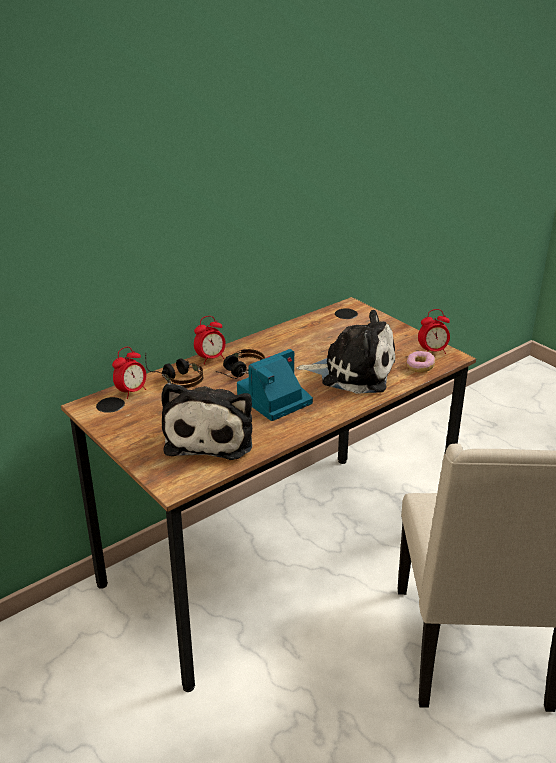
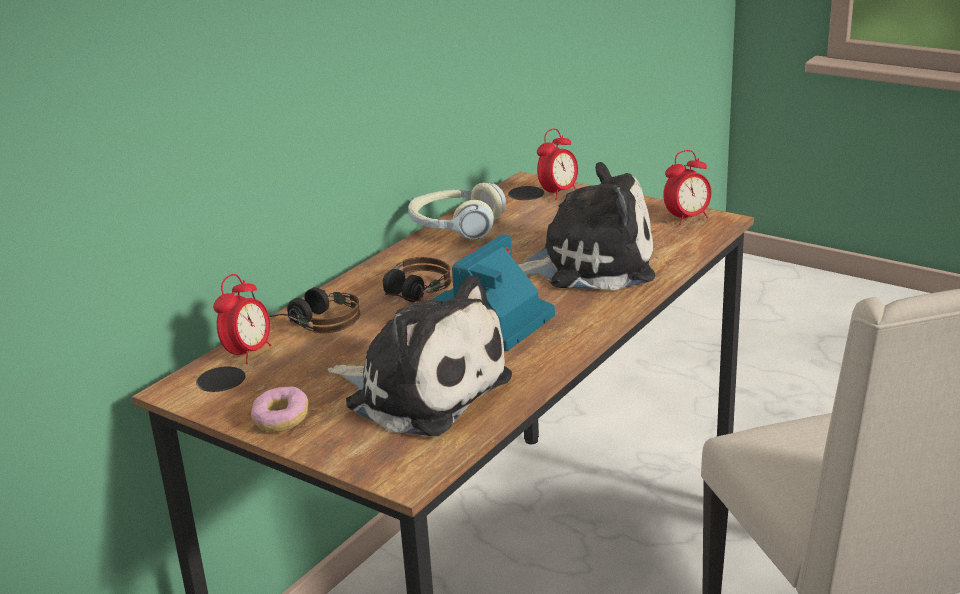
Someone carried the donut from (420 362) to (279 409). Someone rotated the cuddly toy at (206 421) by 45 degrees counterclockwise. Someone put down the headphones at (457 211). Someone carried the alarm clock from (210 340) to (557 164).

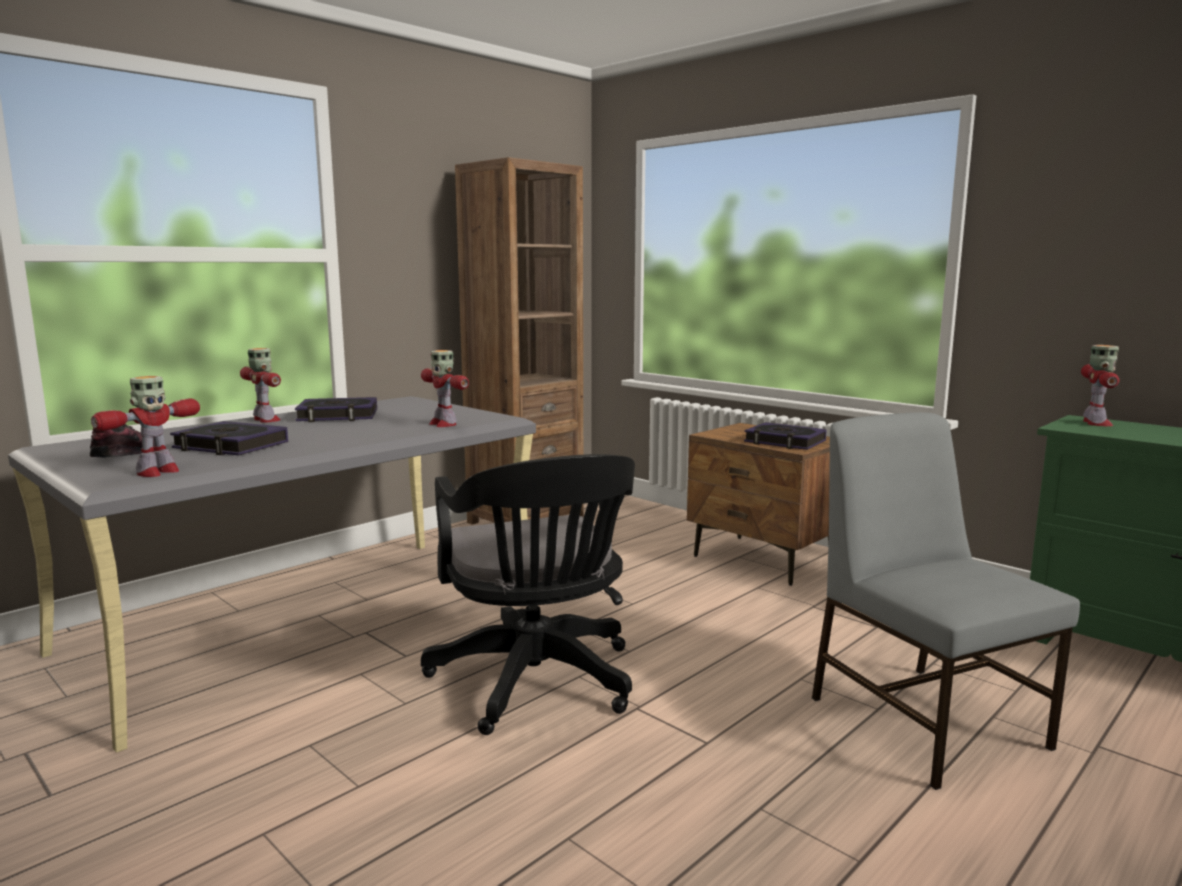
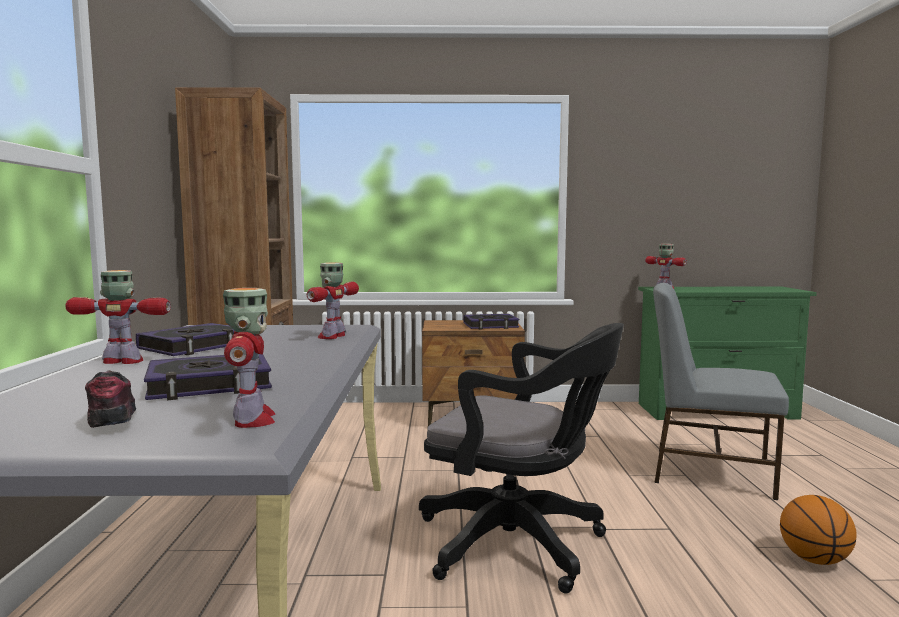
Someone rotated the model robot at (445 388) by 105 degrees clockwise. Someone put down the basketball at (818 530).

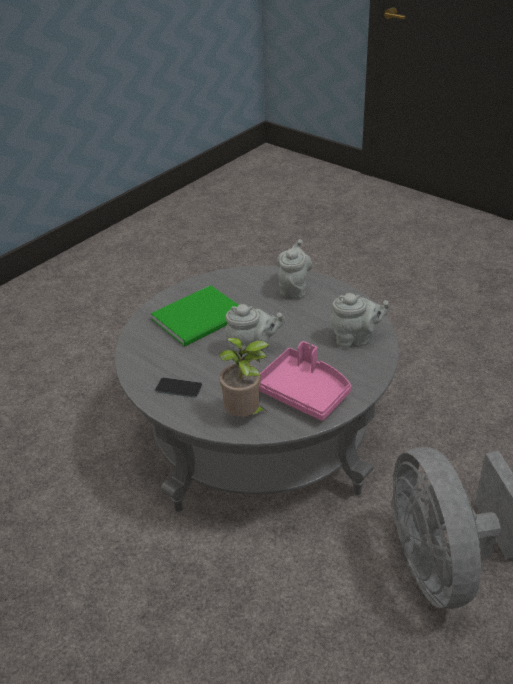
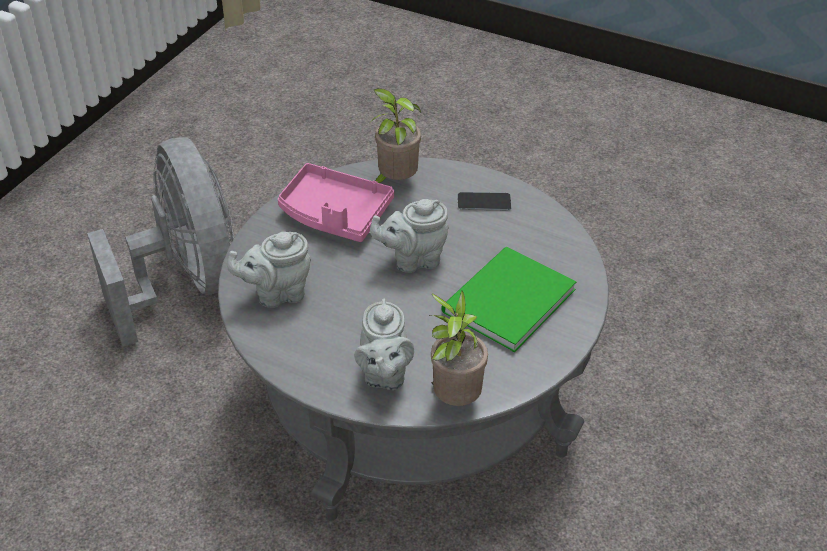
Someone put down the potted plant at (458 348).

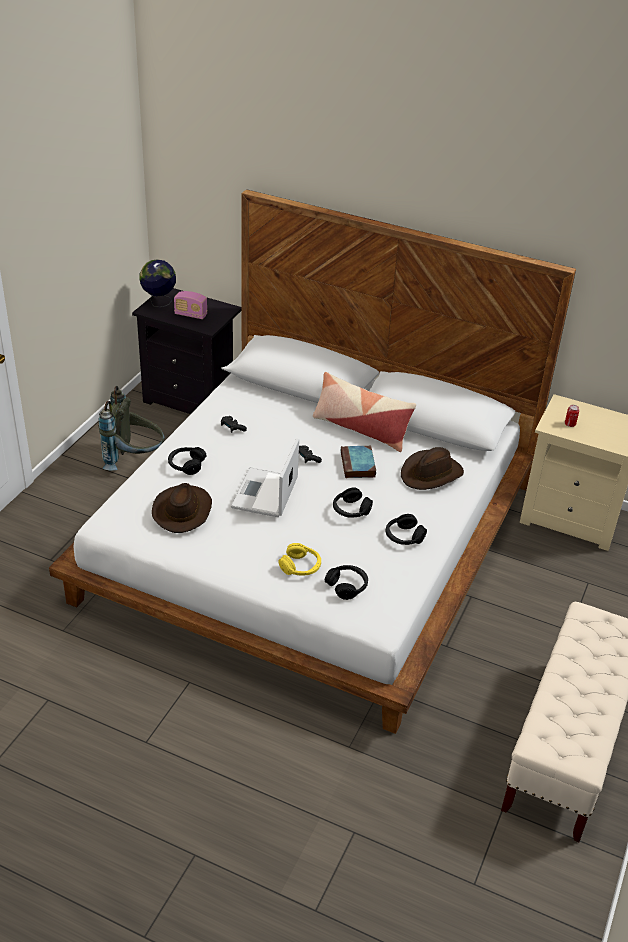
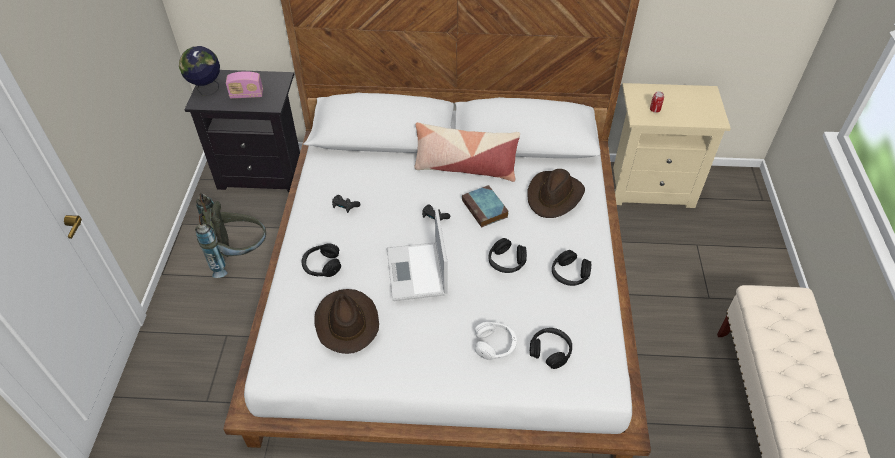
Someone repainted the headphones/yellow-coloured at (299 559), which became the headphones/whitish at (496 341).

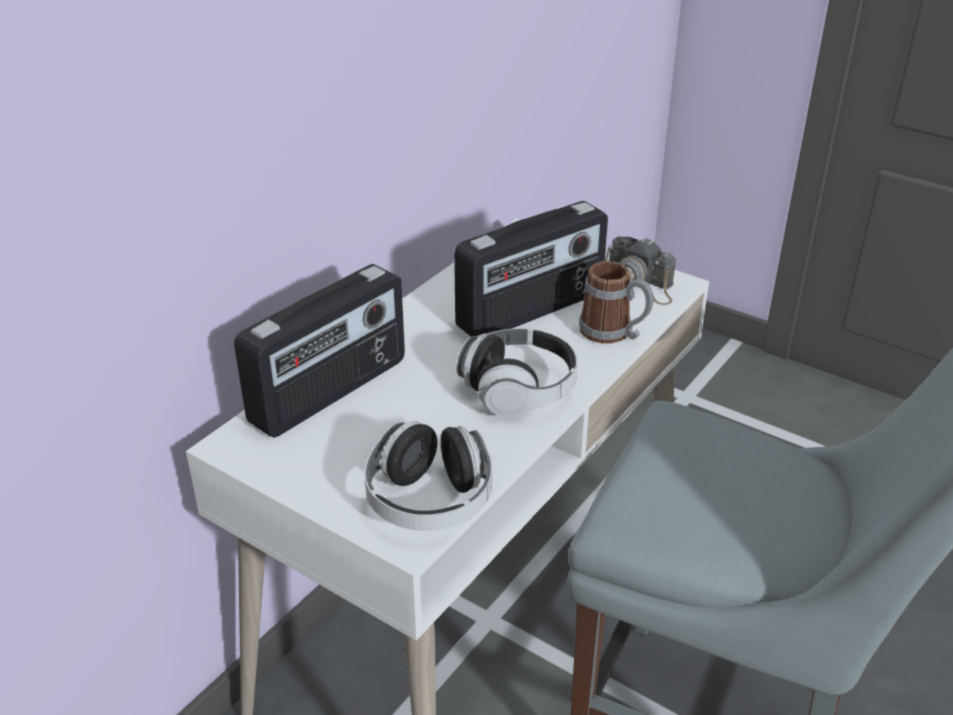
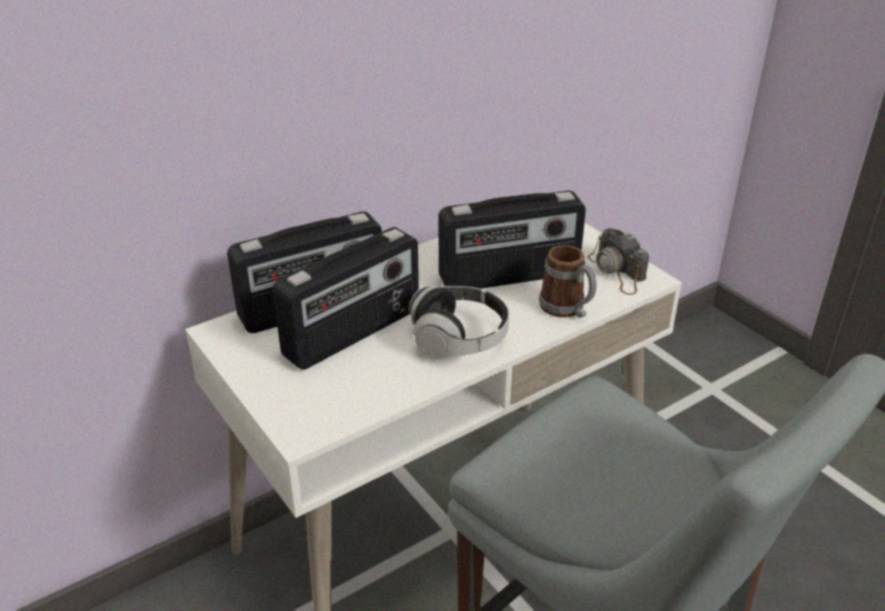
Someone put down the radio at (346 298). Someone took away the headphones at (428 476).

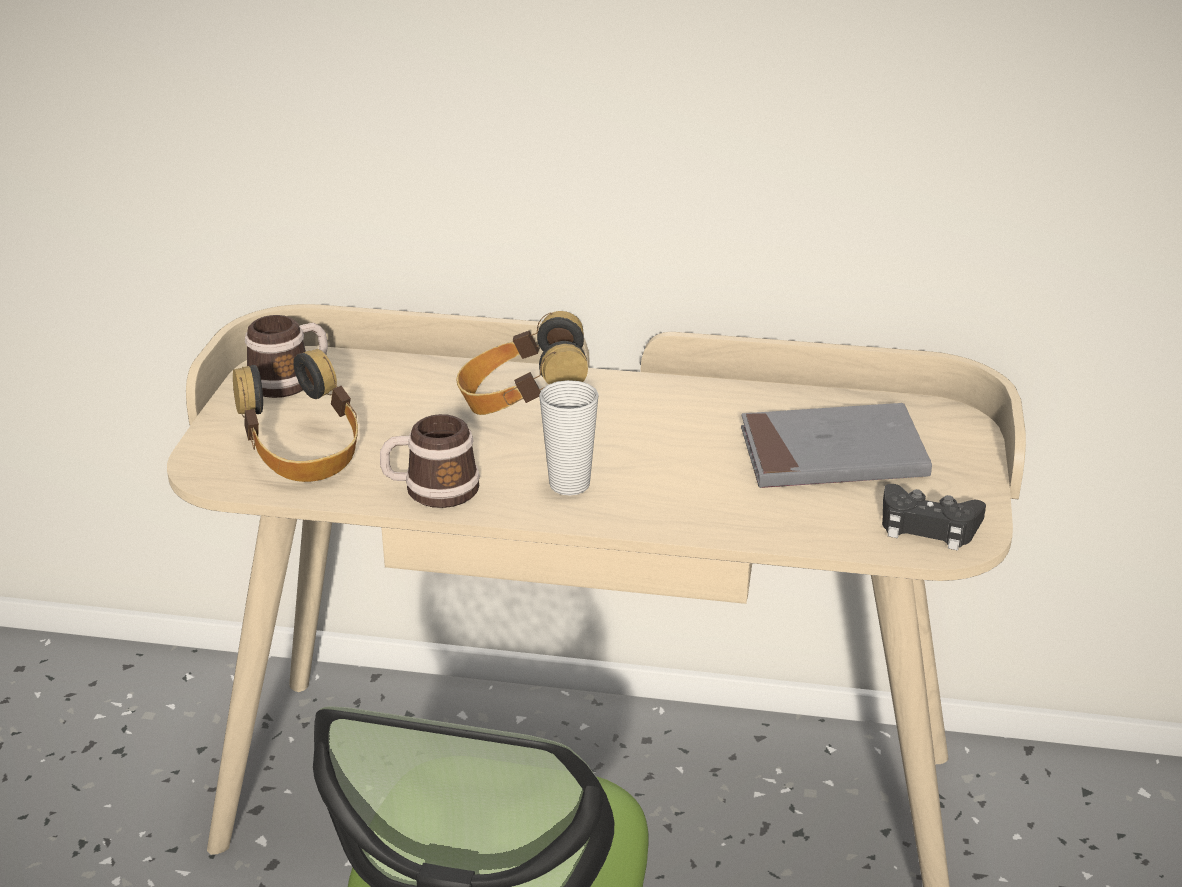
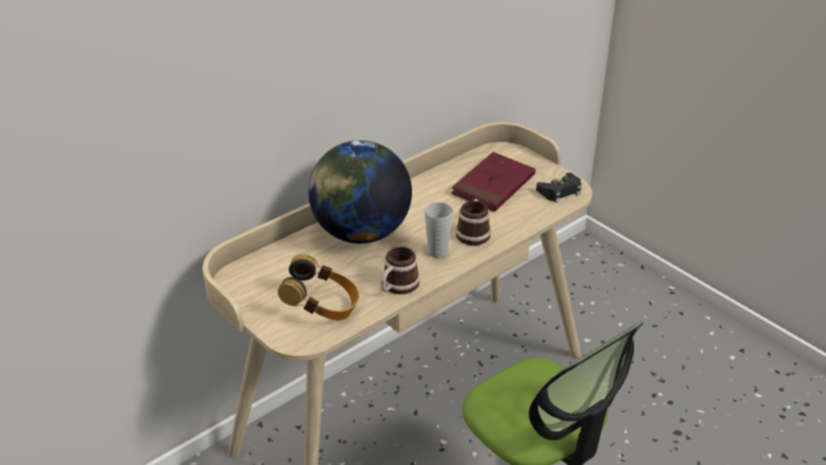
Someone swapped the headphones at (522 363) for the desk globe at (360 192). Someone repainted the bound book/greyish at (836 445), which became the bound book/reddish at (493 182). Someone carried the mug from (286 356) to (473 222).

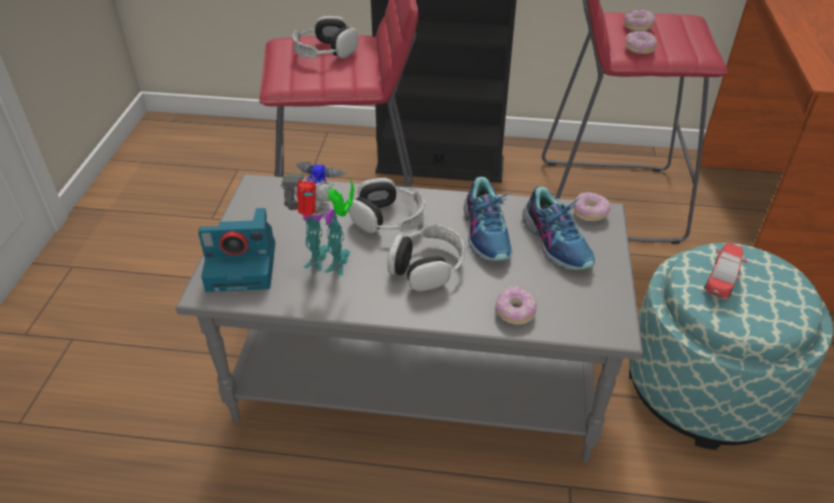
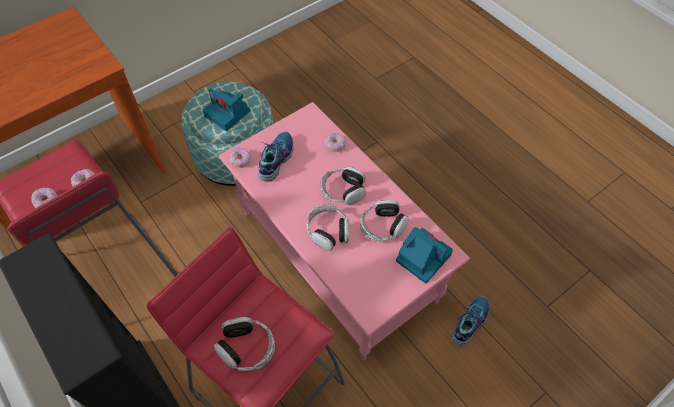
Someone swapped the toy car at (726 271) for the photo camera at (226 109). Someone repainted the low table/greyish at (409 318), which became the low table/pink at (344 231). Someone swapped the model robot at (317 218) for the headphones at (385 221). Someone carried the low shoe from (487 218) to (470 321).

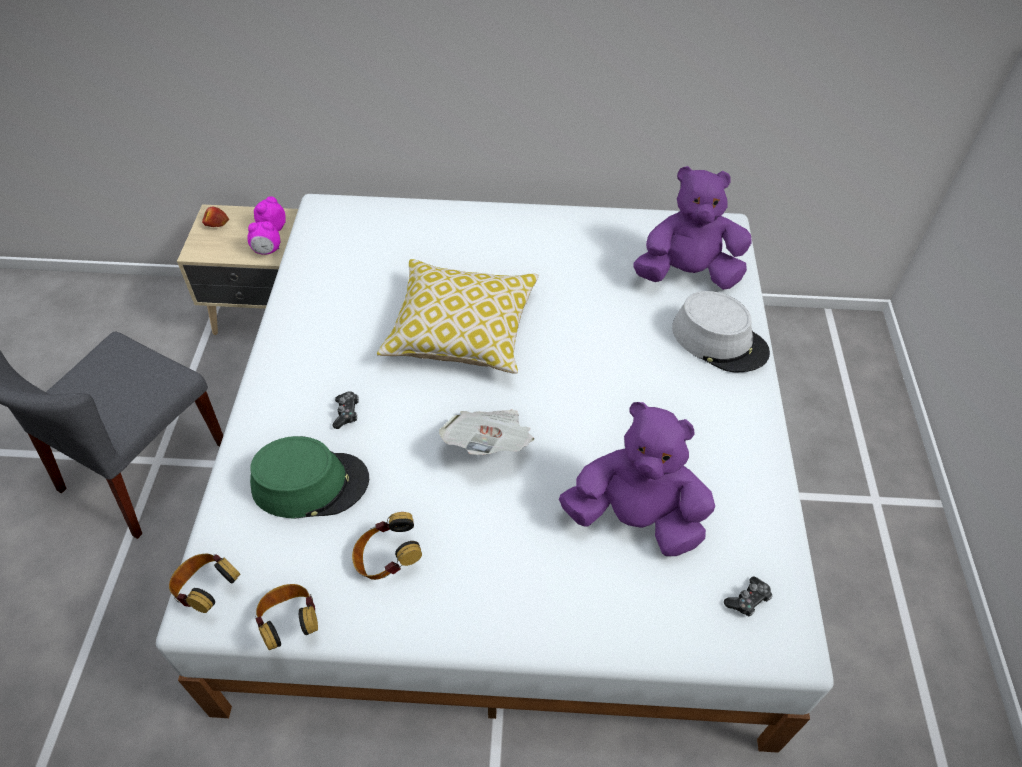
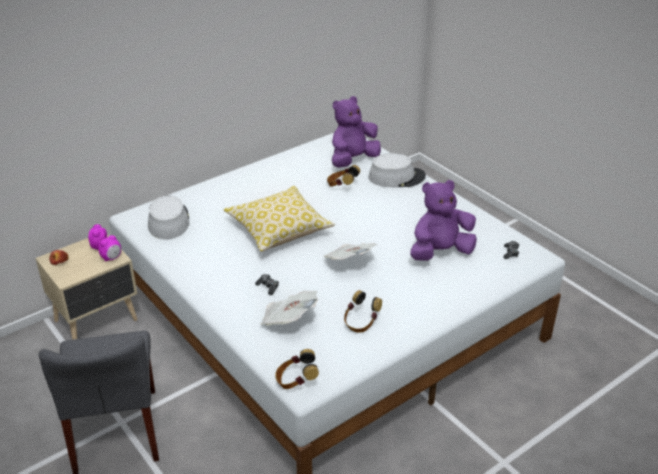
Someone put down the hat/greyish at (169 217). Someone swapped the hat/greenish at (309 477) for the printed paper at (289 308). Someone carried the headphones from (286 617) to (343 176).

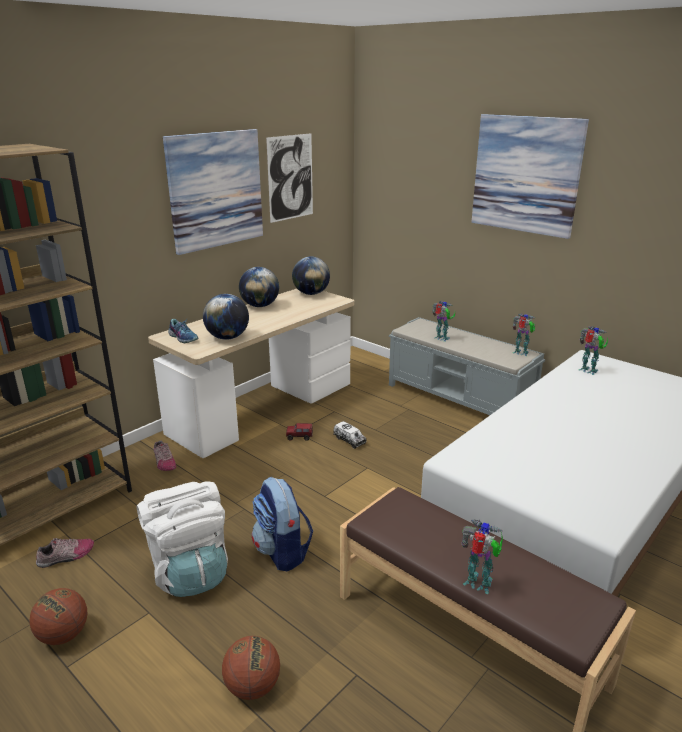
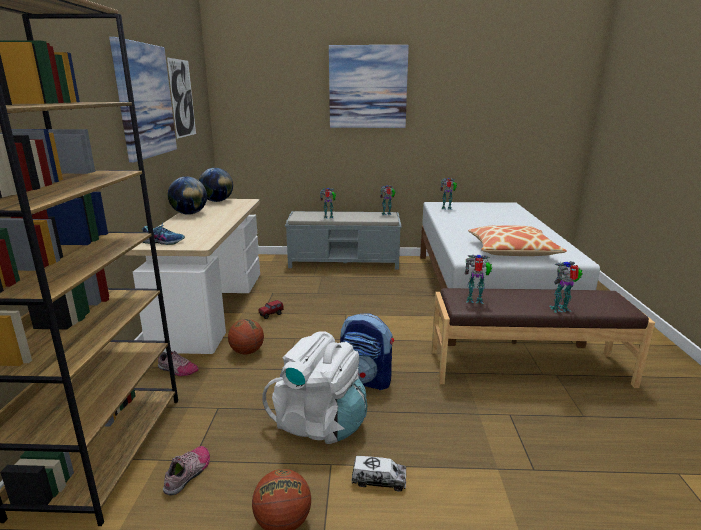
Someone carried the basketball from (251 668) to (246 337). Someone carried the toy lorry from (350 435) to (378 474). Someone put down the model robot at (478 279). Someone put down the pillow at (517 240). Someone took away the desk globe at (226 317).

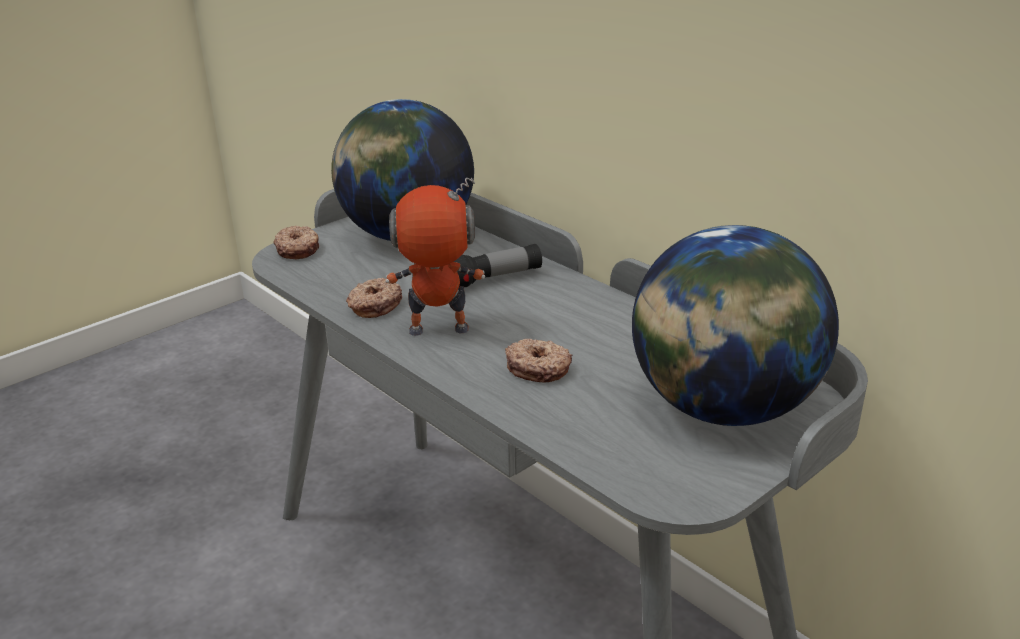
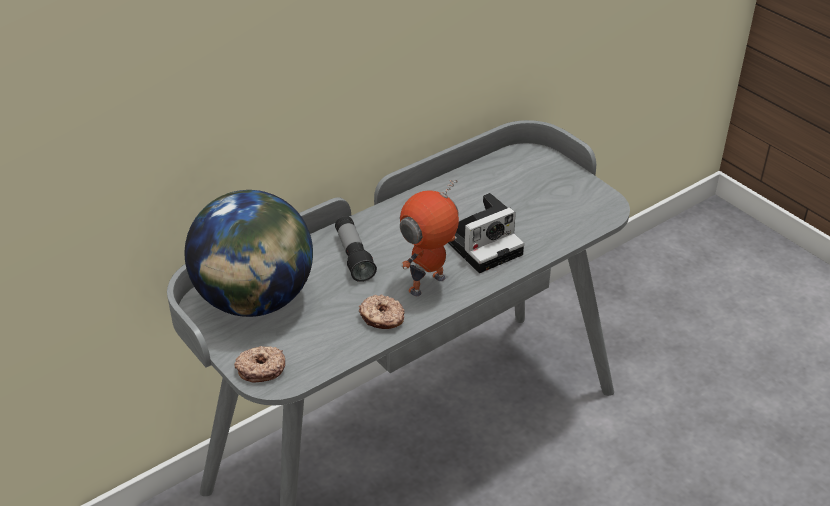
Someone rotated the model robot at (435 257) by 45 degrees clockwise. Someone swapped the donut at (539 360) for the photo camera at (486 233). Someone took away the desk globe at (735 325).

